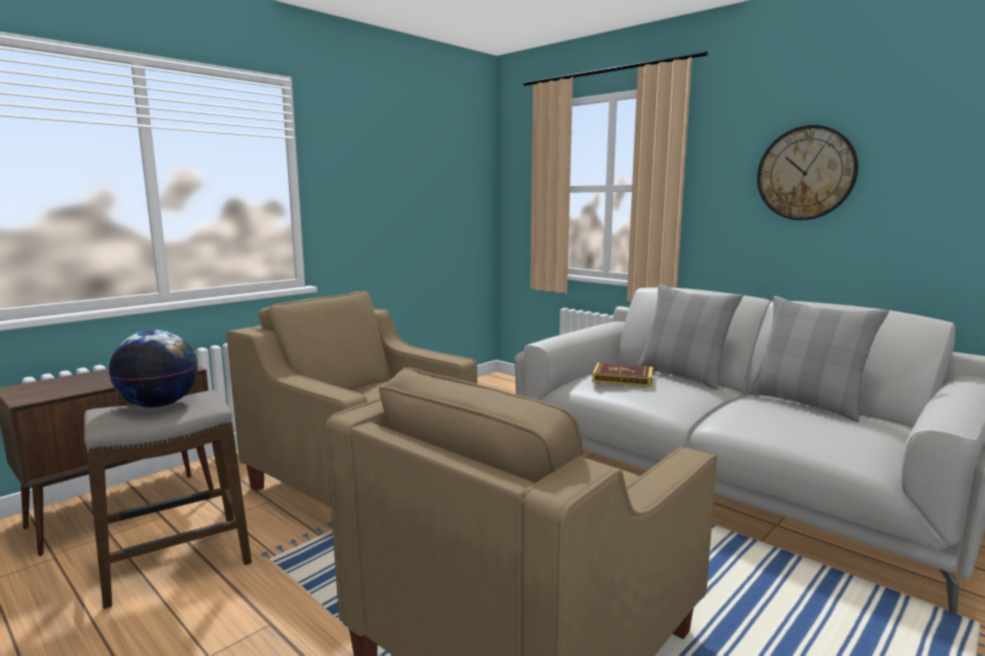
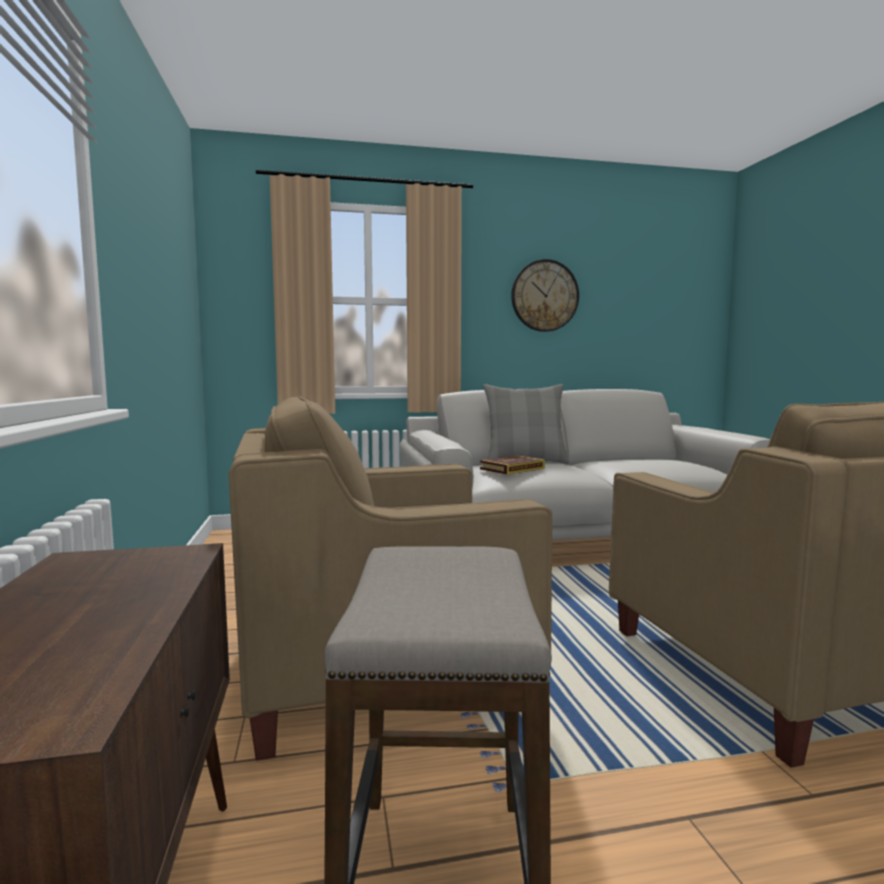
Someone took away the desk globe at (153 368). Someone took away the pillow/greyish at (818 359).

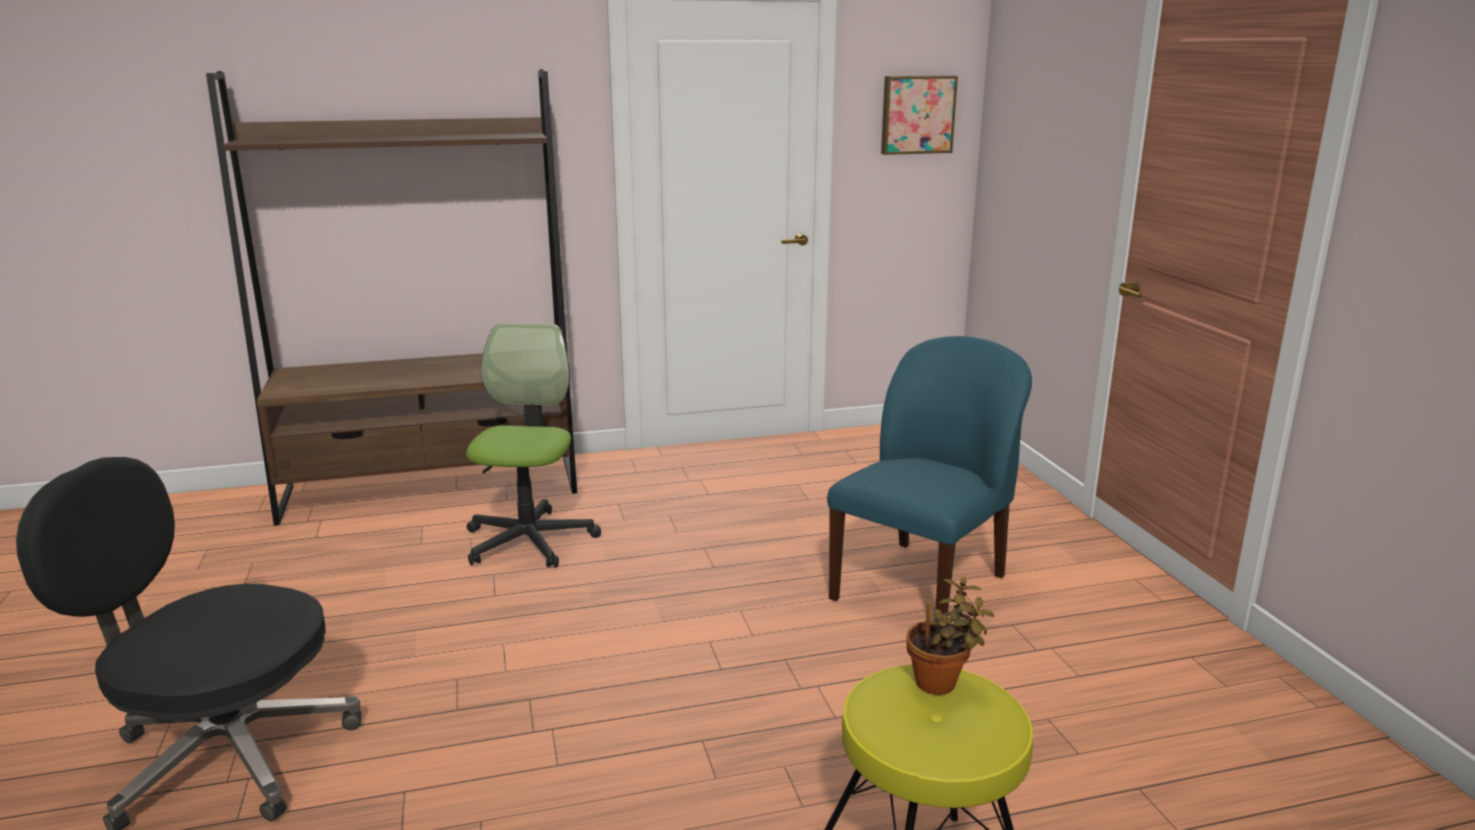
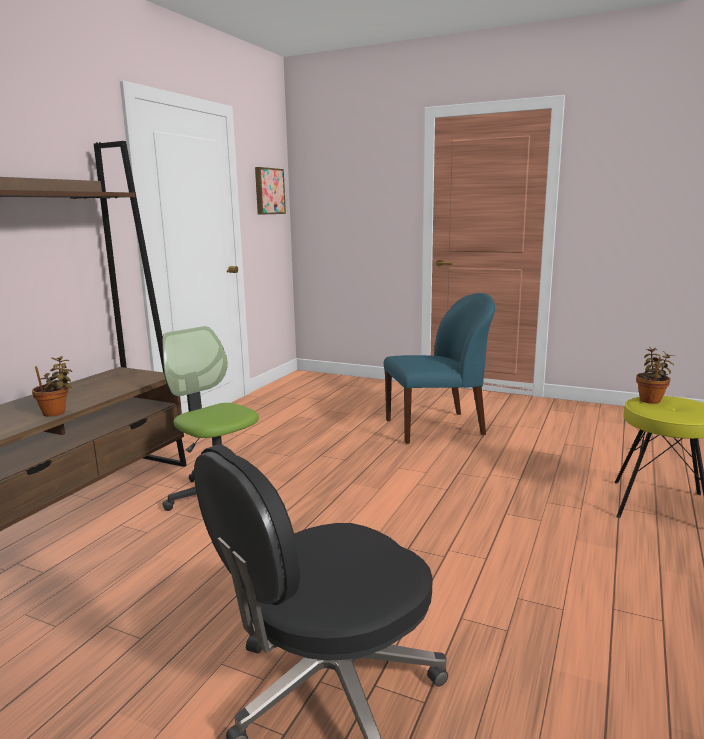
Someone put down the potted plant at (52 386). Someone rotated the chair/blue-coloured at (929 478) by 90 degrees clockwise.

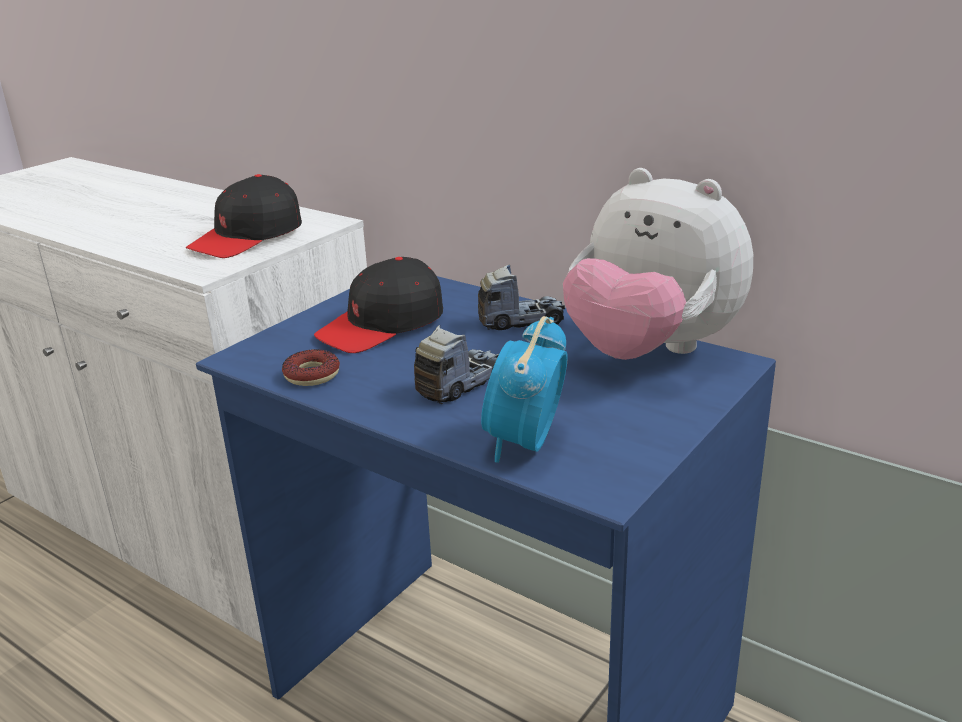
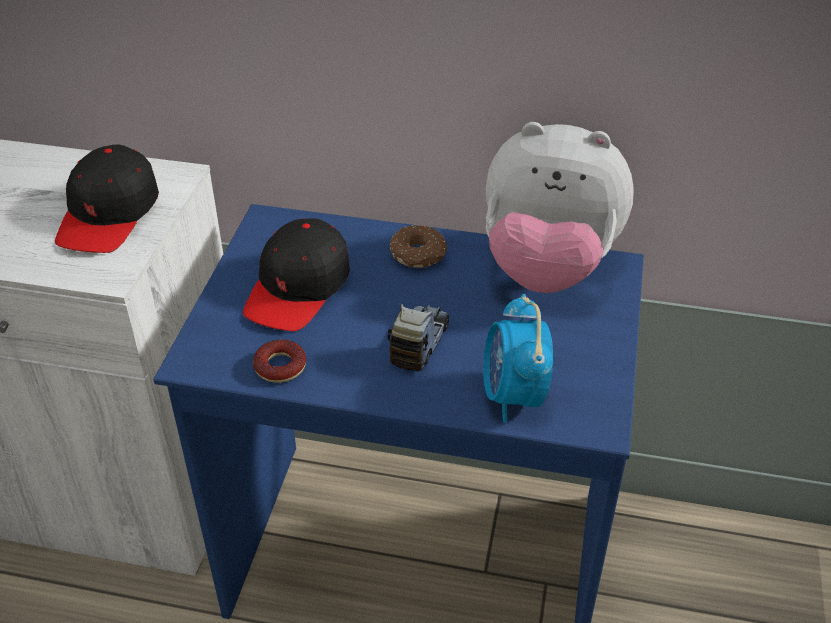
Someone swapped the toy lorry at (521 297) for the donut at (418 246).

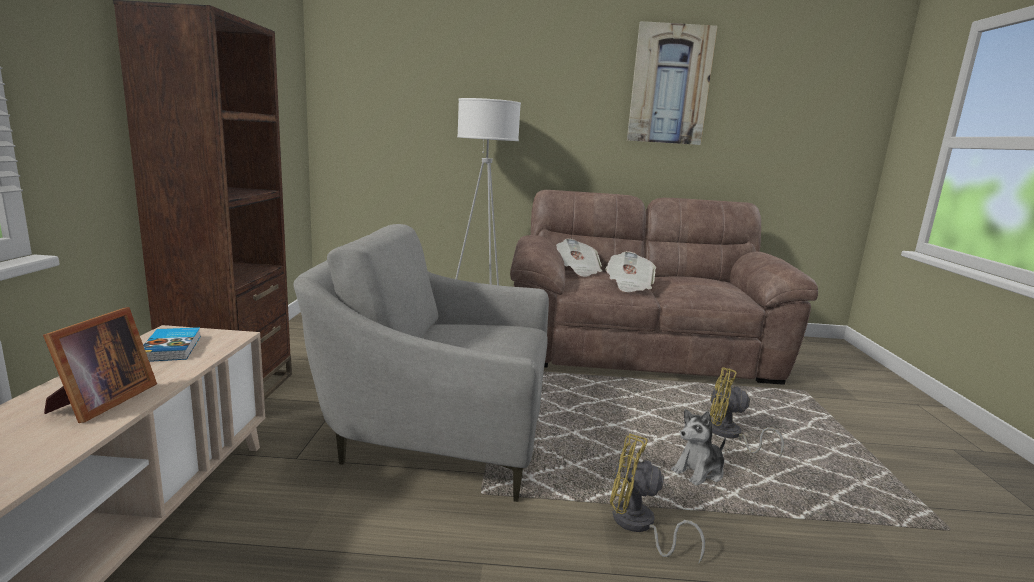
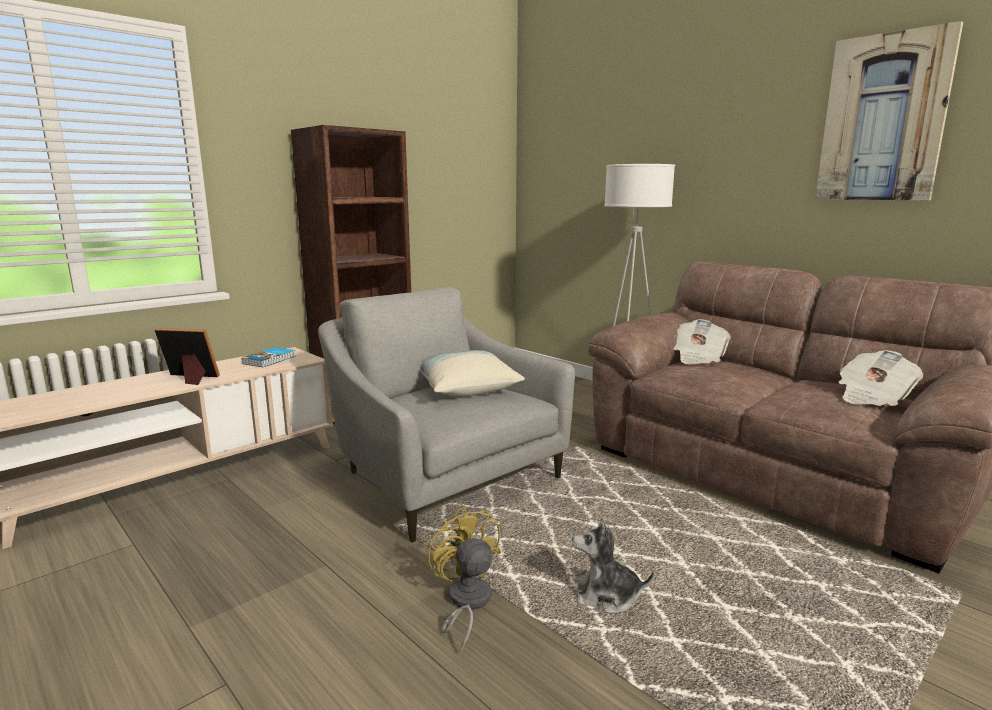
Someone rotated the standing frame at (100 365) by 135 degrees counterclockwise. Someone put down the pillow at (472 373). Someone carried the printed paper from (630 271) to (880 378). Someone took away the fan/yellow-coloured at (747 412).

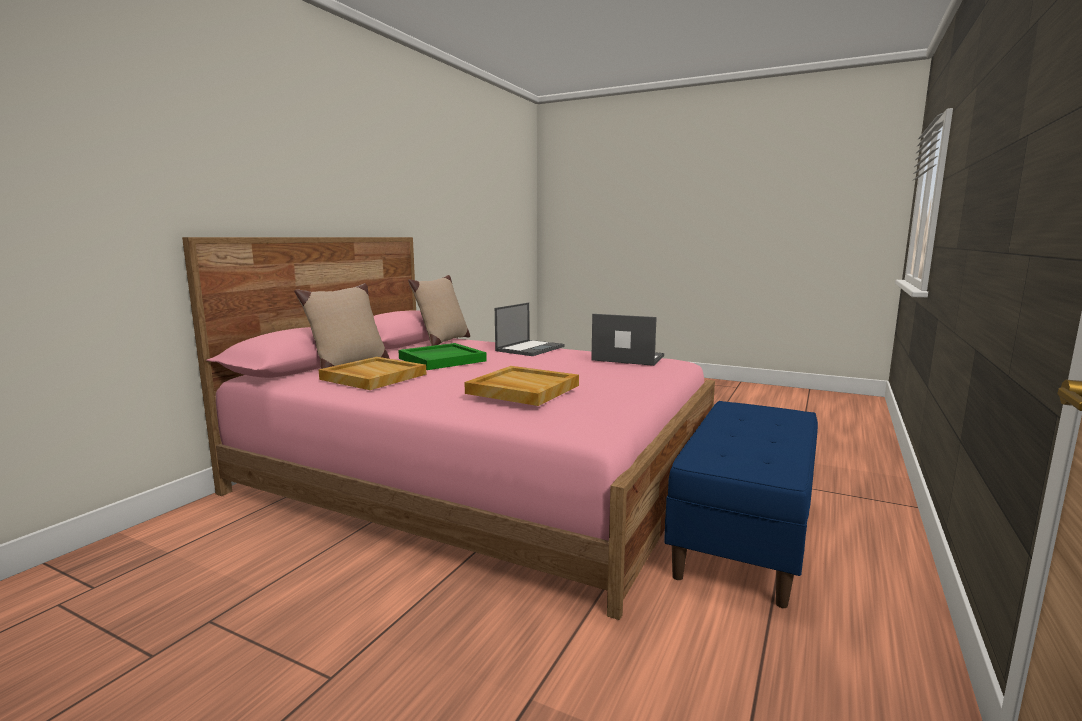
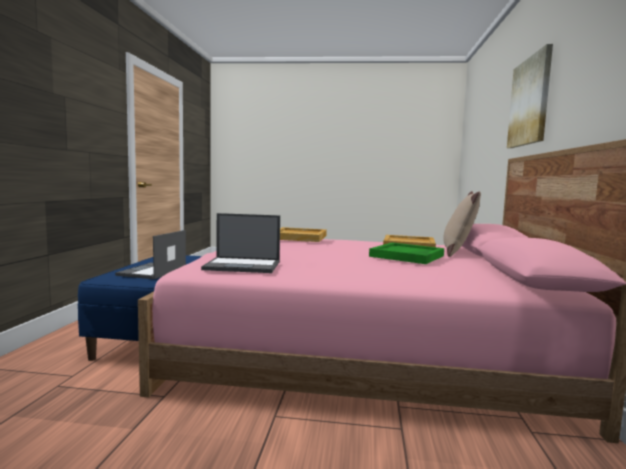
Someone carried the laptop from (530 329) to (150 254). Someone put up the wall picture at (530 96). Someone took away the pillow/beige-coloured at (439 310).

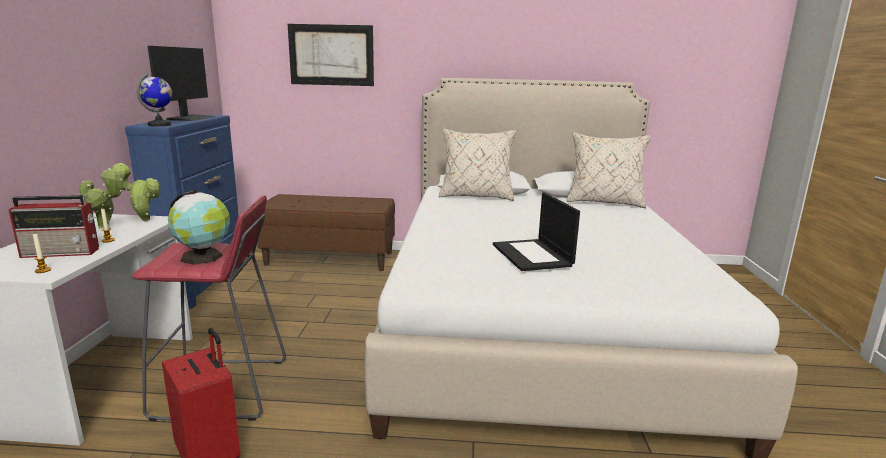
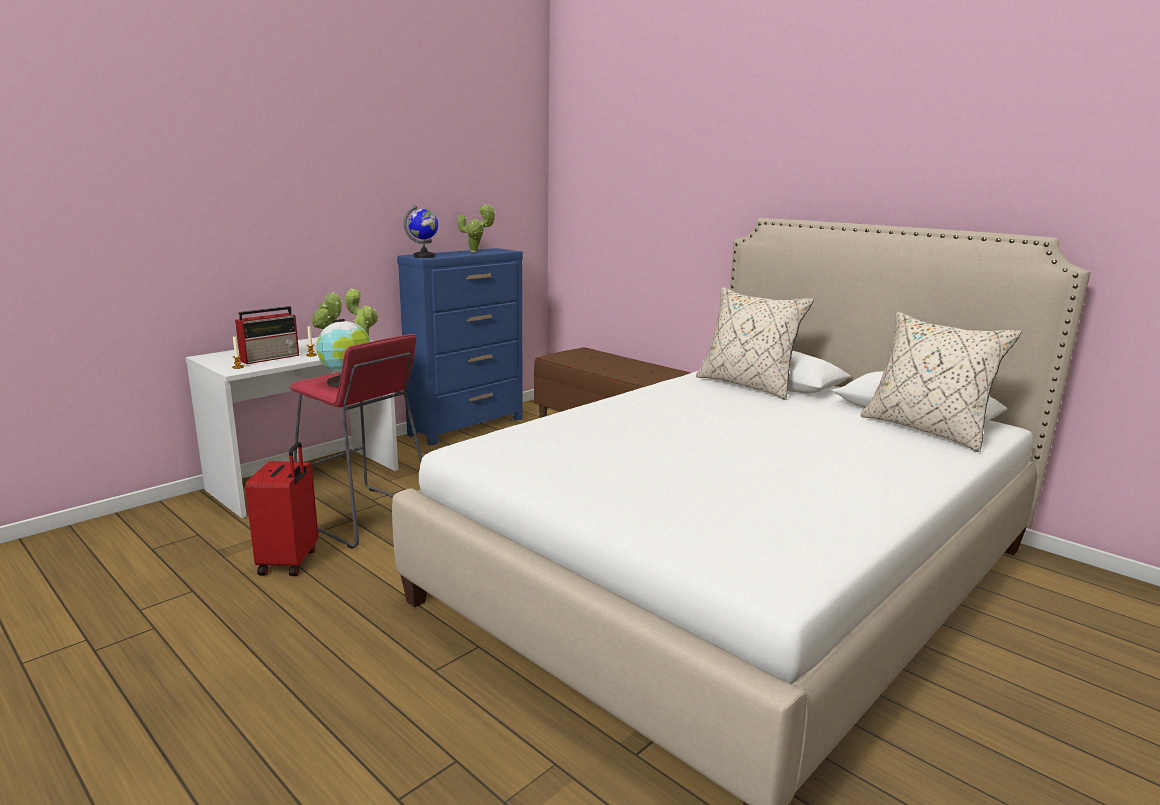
Someone rotated the radio at (54 226) by 75 degrees counterclockwise. Someone swapped the computer screen at (181 83) for the potted plant at (476 228). Someone took away the wall picture at (331 55). Someone took away the laptop at (536 231).

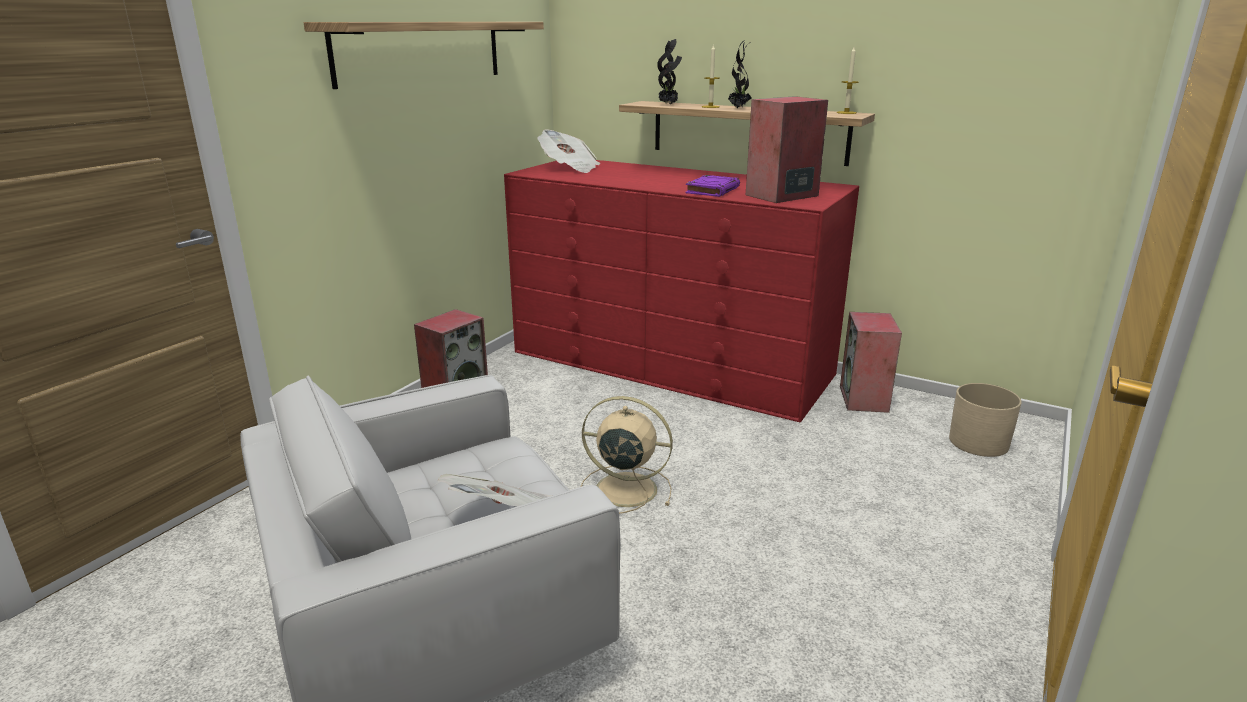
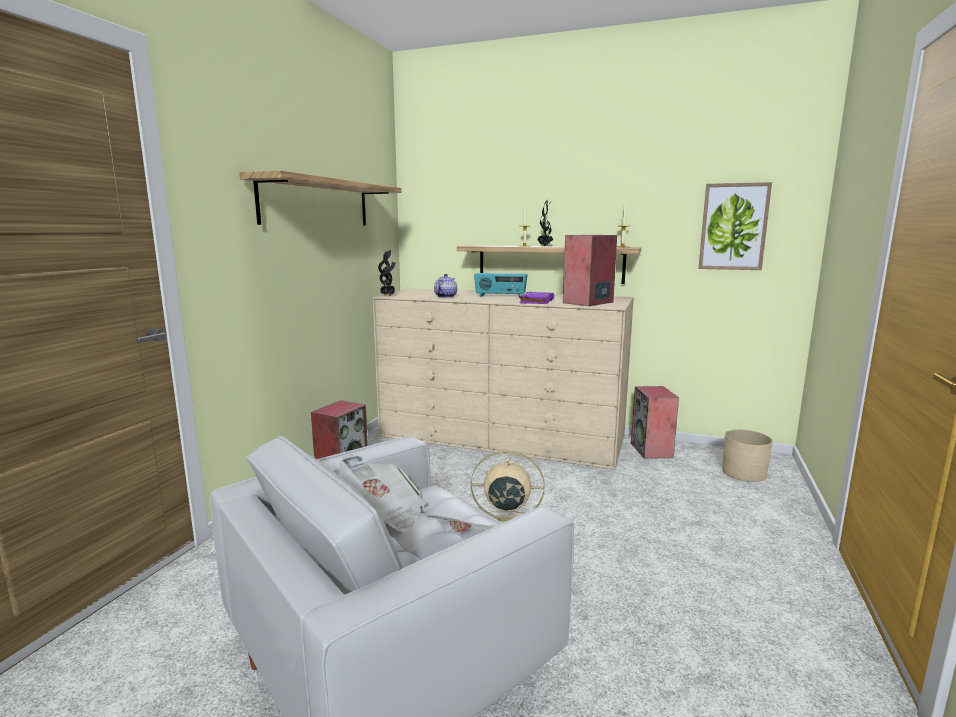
Someone carried the printed paper from (568 151) to (381 493). Someone repainted the chest of drawers/reddish at (681 291), which became the chest of drawers/beige-coloured at (503 378). Someone carried the potted plant from (669 72) to (387 273). Someone put down the teapot at (445 286). Someone put down the radio at (501 285). Someone put up the wall picture at (735 226).

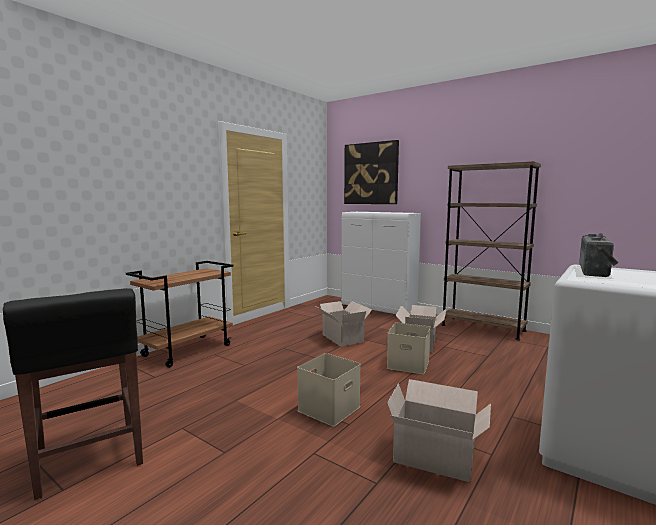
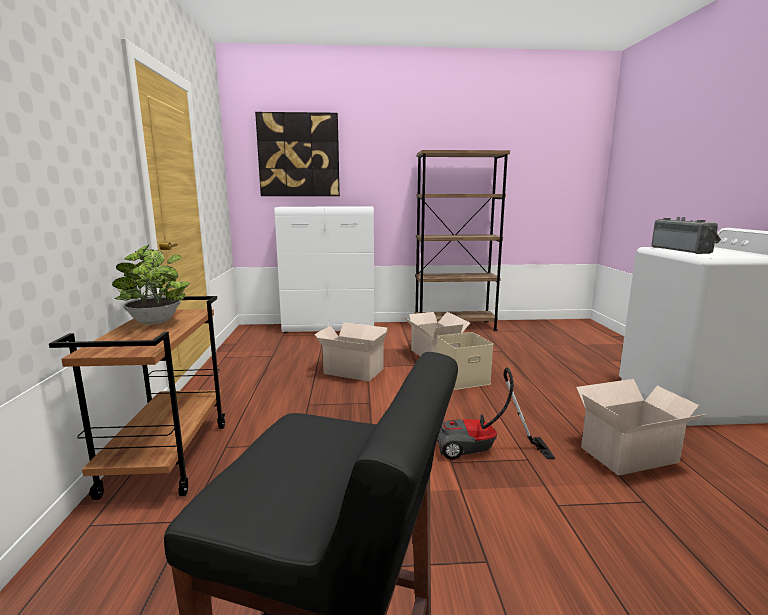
Someone put down the potted plant at (151 285). Someone swapped the storage bin/beige-coloured at (329 390) for the vacuum cleaner at (496 413).

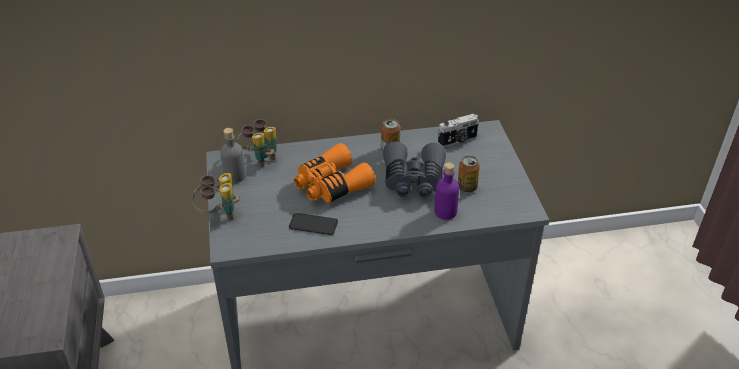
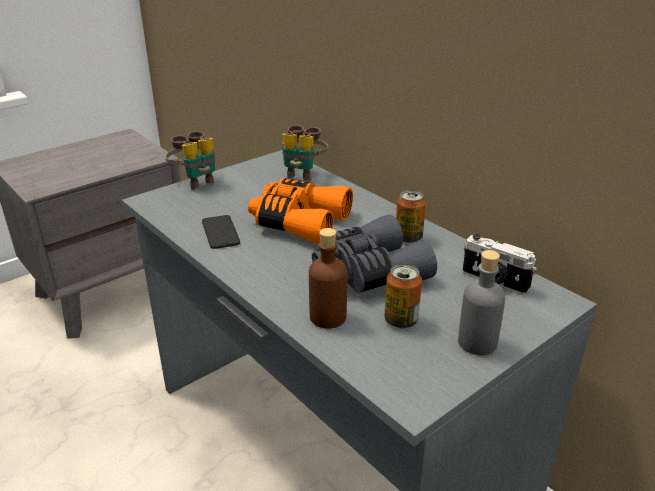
Someone repainted the beverage bottle/purple at (446 191), which became the beverage bottle/brown at (328 278). Someone carried the beverage bottle/greyish from (233 155) to (482 302).

